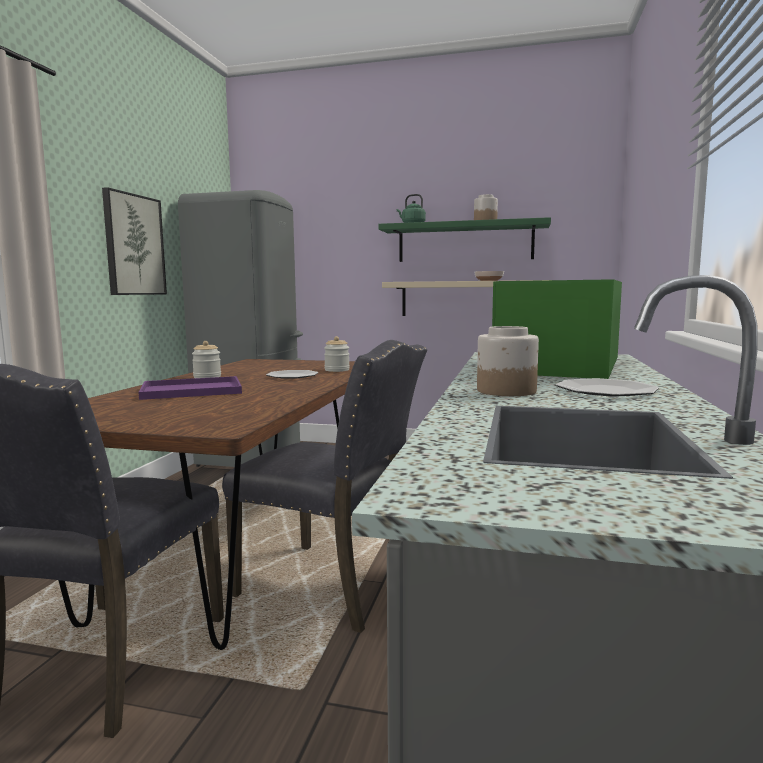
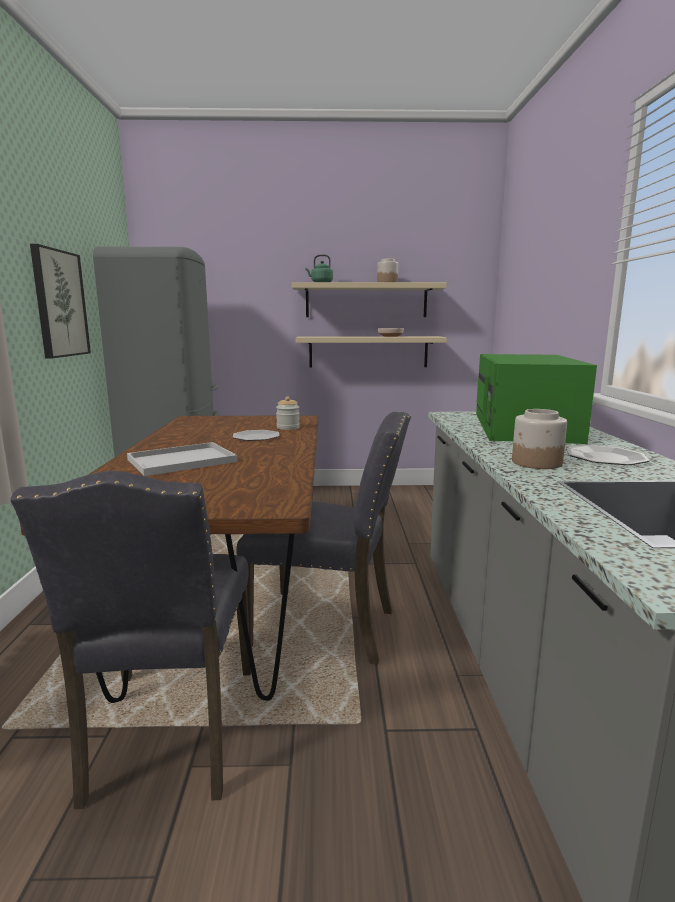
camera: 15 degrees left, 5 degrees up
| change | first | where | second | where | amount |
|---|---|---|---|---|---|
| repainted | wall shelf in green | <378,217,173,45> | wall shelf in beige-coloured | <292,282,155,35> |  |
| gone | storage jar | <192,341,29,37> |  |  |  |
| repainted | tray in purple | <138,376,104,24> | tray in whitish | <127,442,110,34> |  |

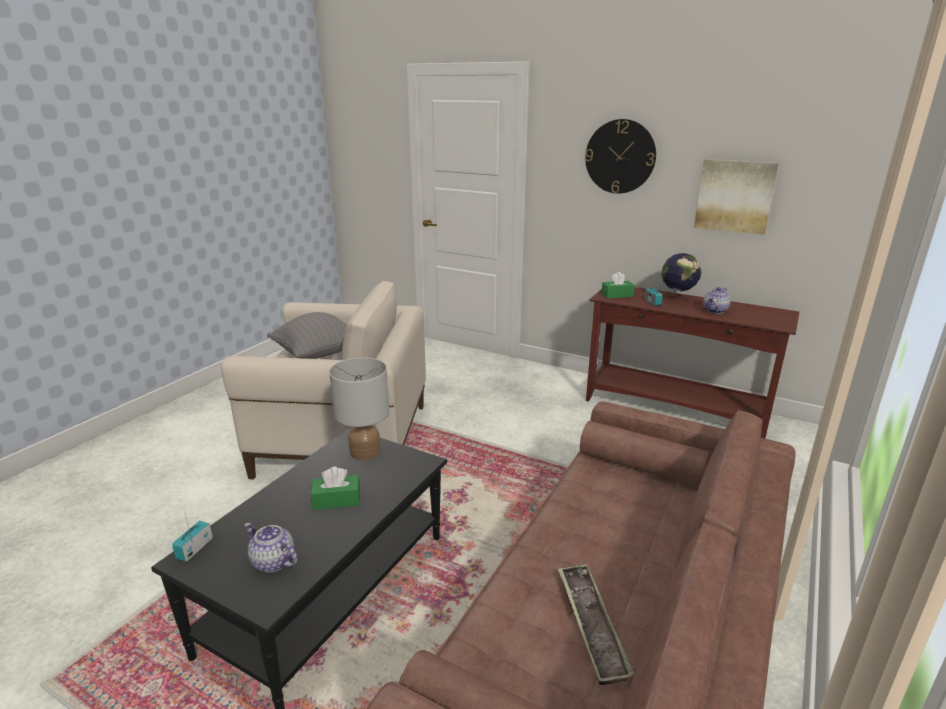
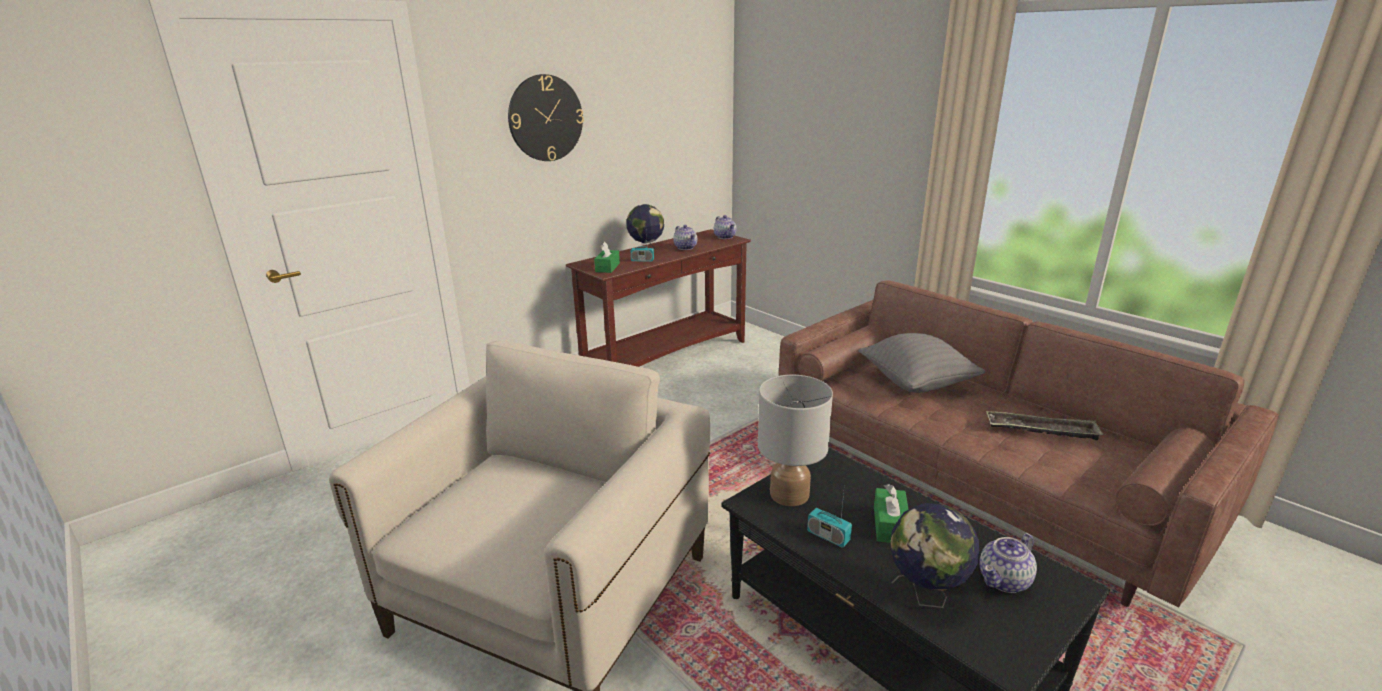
camera: 70 degrees left, 0 degrees up
| change | first | where | second | where | amount |
|---|---|---|---|---|---|
| gone | wall art | <694,159,85,76> |  |  |  |
| shifted | pillow in greyish | <267,312,80,47> |  | <858,333,128,60> |  |
| shifted | radio receiver | <172,510,41,52> |  | <807,492,45,56> |  |
| new |  |  | pot for tea | <714,215,22,24> |  |
| new |  |  | globe | <891,503,88,105> |  |

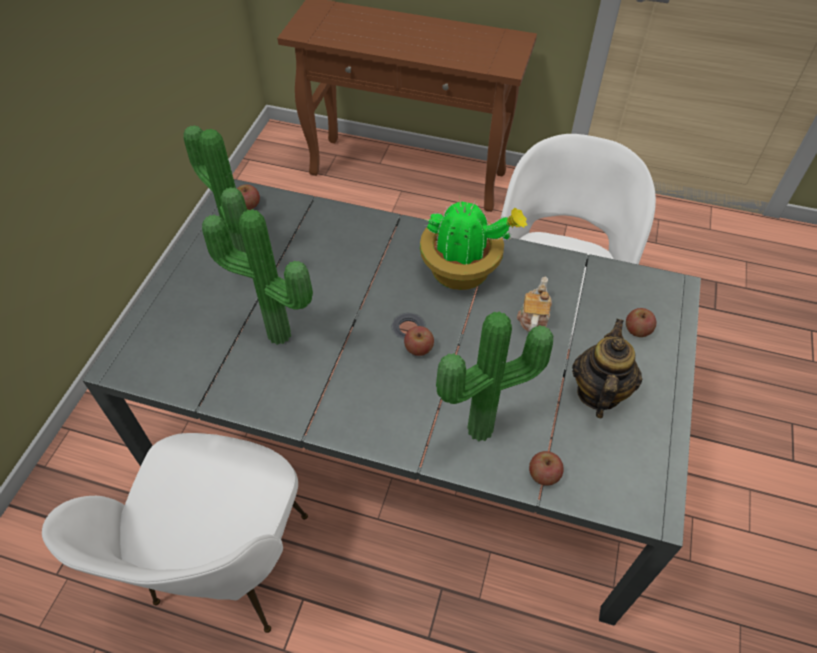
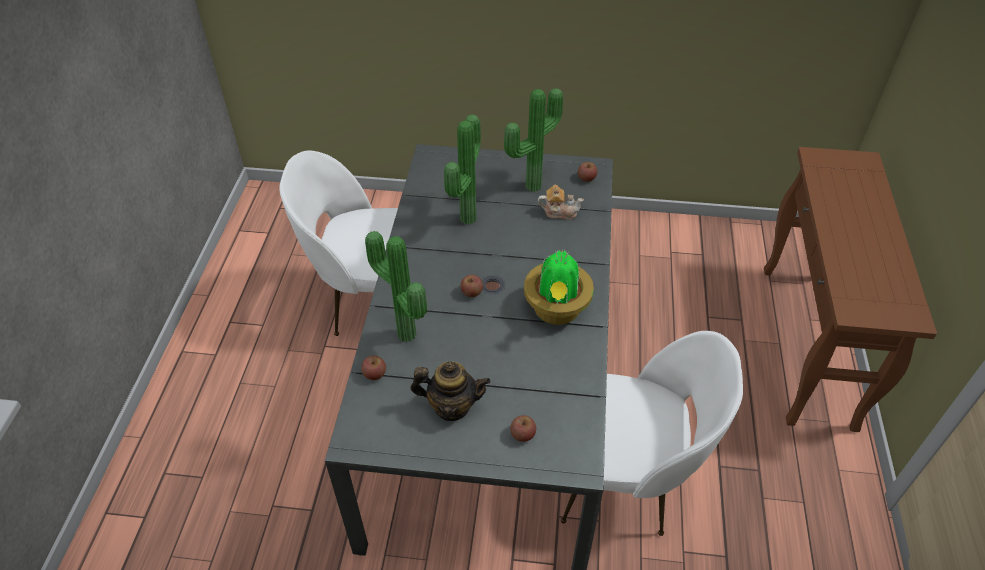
camera: 80 degrees right, 5 degrees down
| change | first | where | second | where | amount |
|---|---|---|---|---|---|
| shifted | pot for tea | <517,277,35,55> |  | <538,185,46,34> |  |

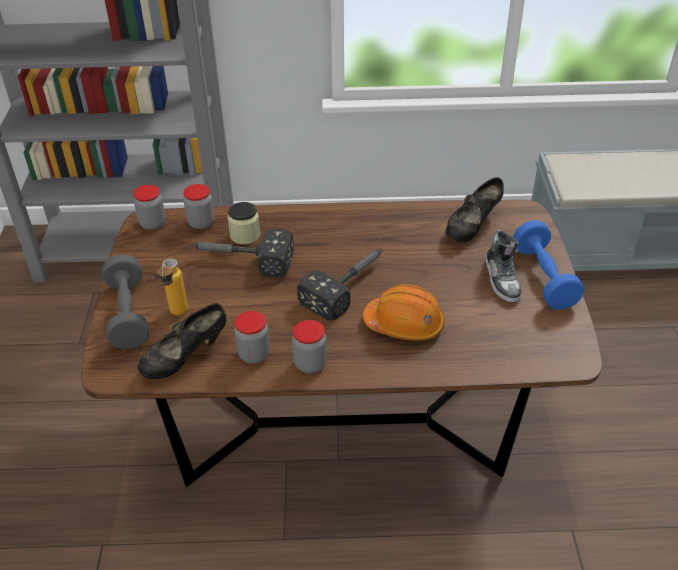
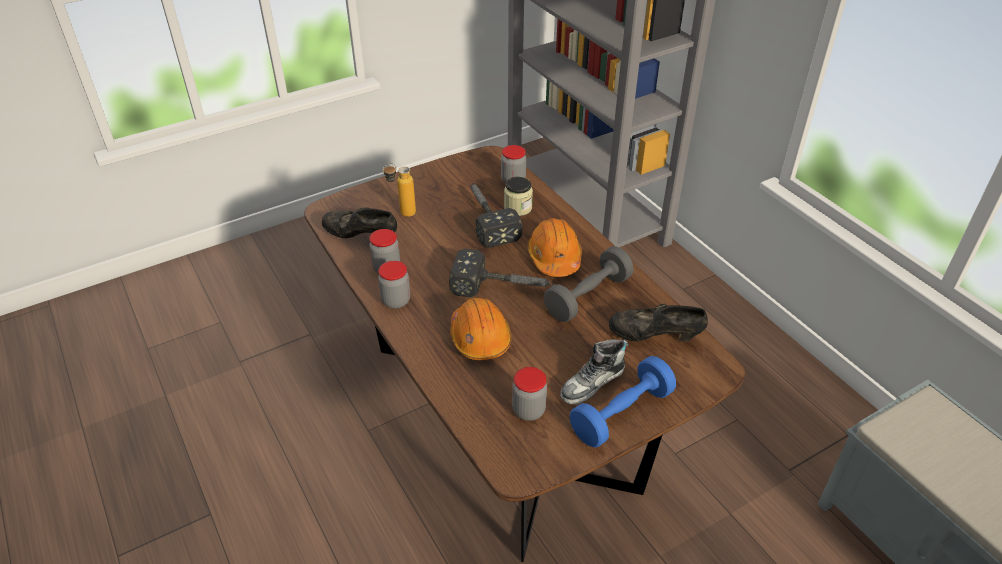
camera: 60 degrees right, 0 degrees up
| change | first | where | second | where | amount |
|---|---|---|---|---|---|
| shifted | storage jar | <133,185,33,45> |  | <512,367,35,54> |  |
| shifted | hand weight in greyish | <102,255,47,94> |  | <544,246,90,76> |  |
| new |  |  | safety helmet in orange | <528,218,54,59> |  |

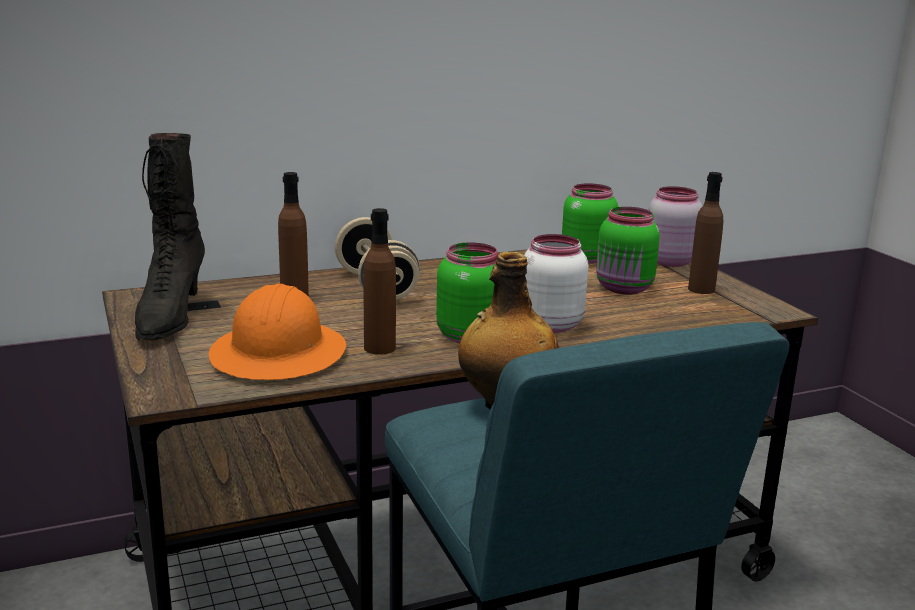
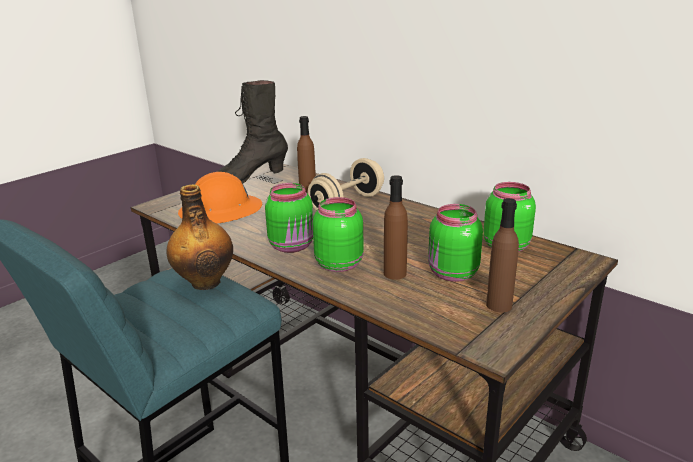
camera: 65 degrees right, 5 degrees up
| change | first | where | second | where | amount |
|---|---|---|---|---|---|
| gone | storage jar in pink | <648,186,54,81> |  |  |  |
| shifted | beverage bottle in brown | <364,208,32,147> |  | <384,175,24,105> |  |
| repainted | storage jar in whitish | <524,234,64,99> | storage jar in green | <313,197,51,75> |  |

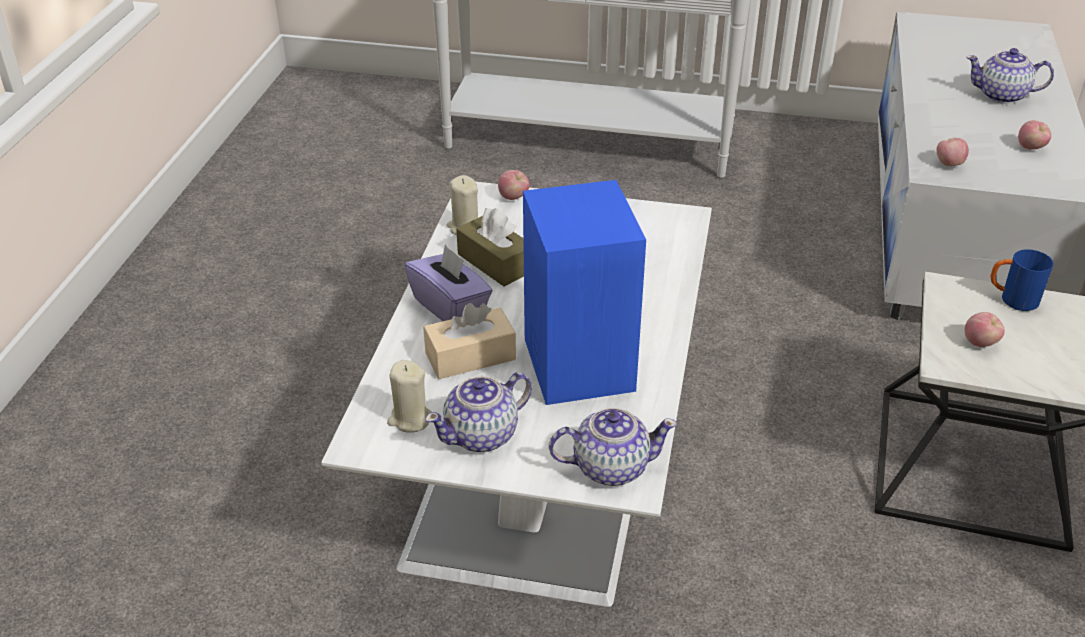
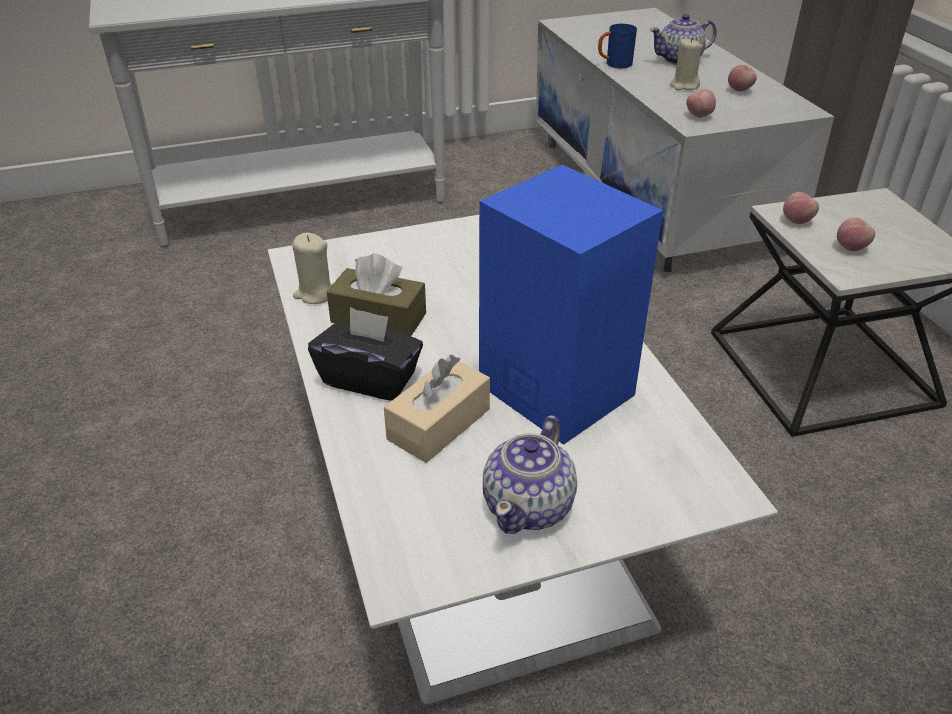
camera: 30 degrees left, 0 degrees up
| change | first | where | second | where | amount |
|---|---|---|---|---|---|
| shifted | apple fruit | <498,170,32,30> |  | <783,192,36,32> |  |
| repainted | tissue holder in purple | <405,244,88,77> | tissue holder in black | <308,307,115,94> |  |
| shifted | tea mug in bluish | <991,249,63,62> |  | <598,24,39,44> |  |
| shifted | wax light in beige-coloured | <387,360,45,73> |  | <670,38,33,52> |  |
| gone | pot for tea | <549,408,128,78> |  |  |  |

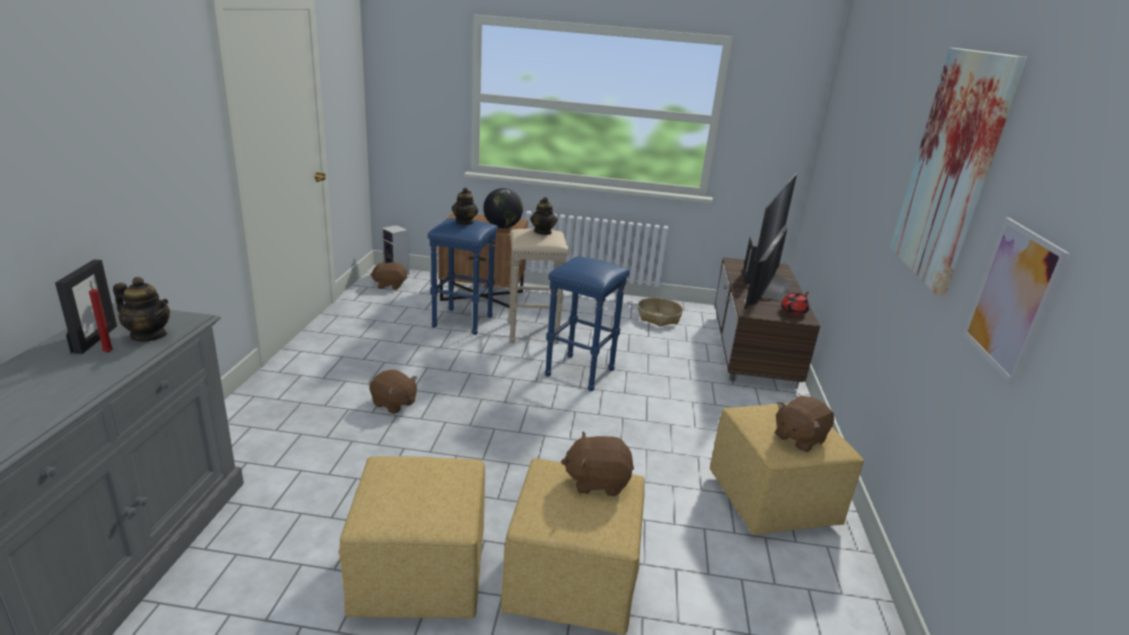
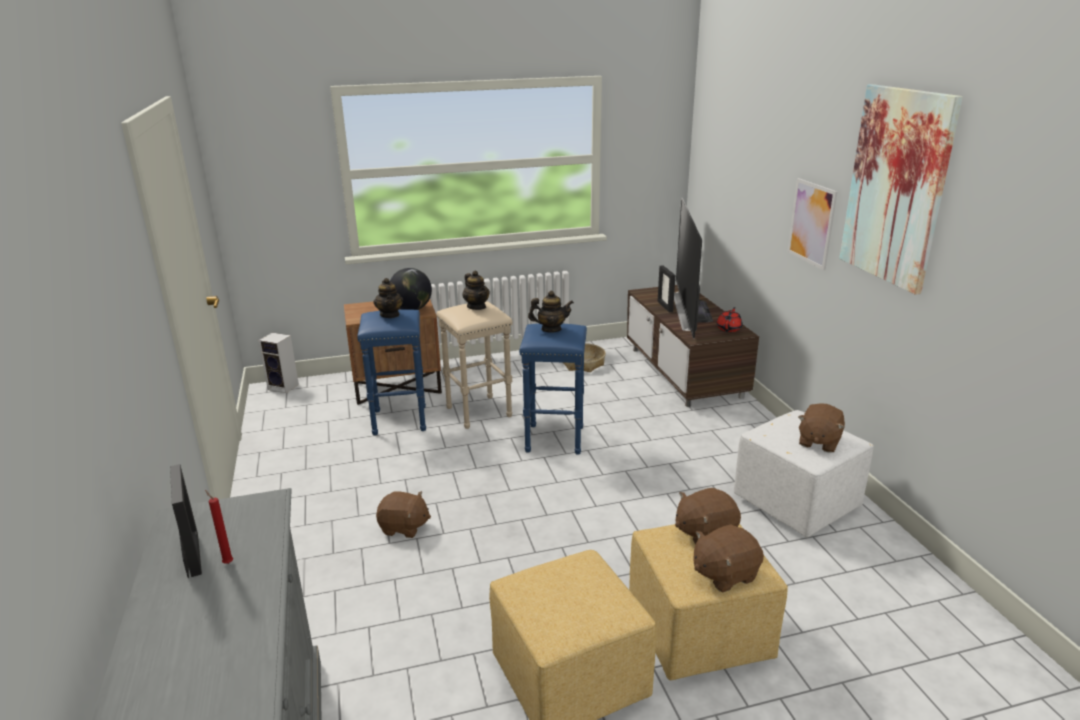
camera: 20 degrees left, 0 degrees up
| change | first | where | second | where | amount |
|---|---|---|---|---|---|
| shifted | wall art | <963,217,107,168> |  | <787,178,50,92> |  |
| shifted | soft toy in brown | <370,262,37,28> |  | <694,525,70,67> |  |
| shifted | pot for tea | <113,277,57,64> |  | <528,291,46,42> |  |
| repainted | pouffe in yellowish | <710,403,154,132> | pouffe in whitish | <734,410,140,127> |  |

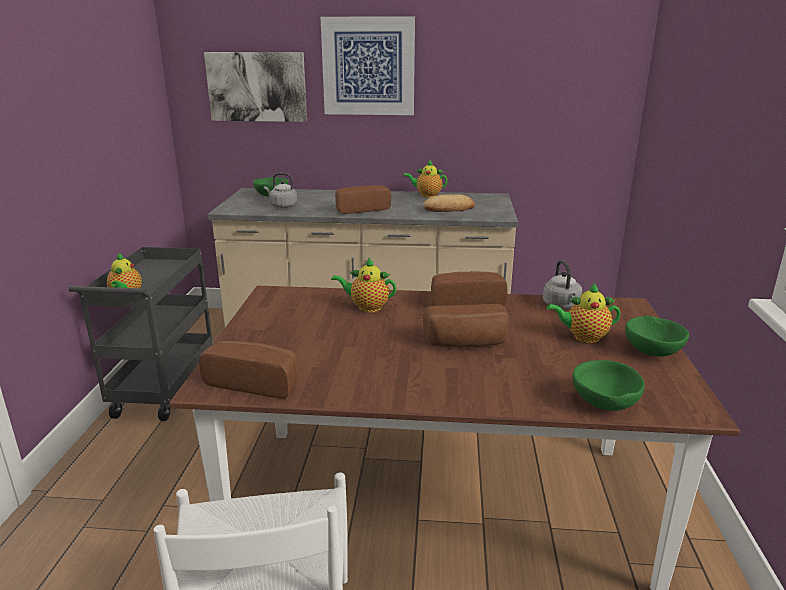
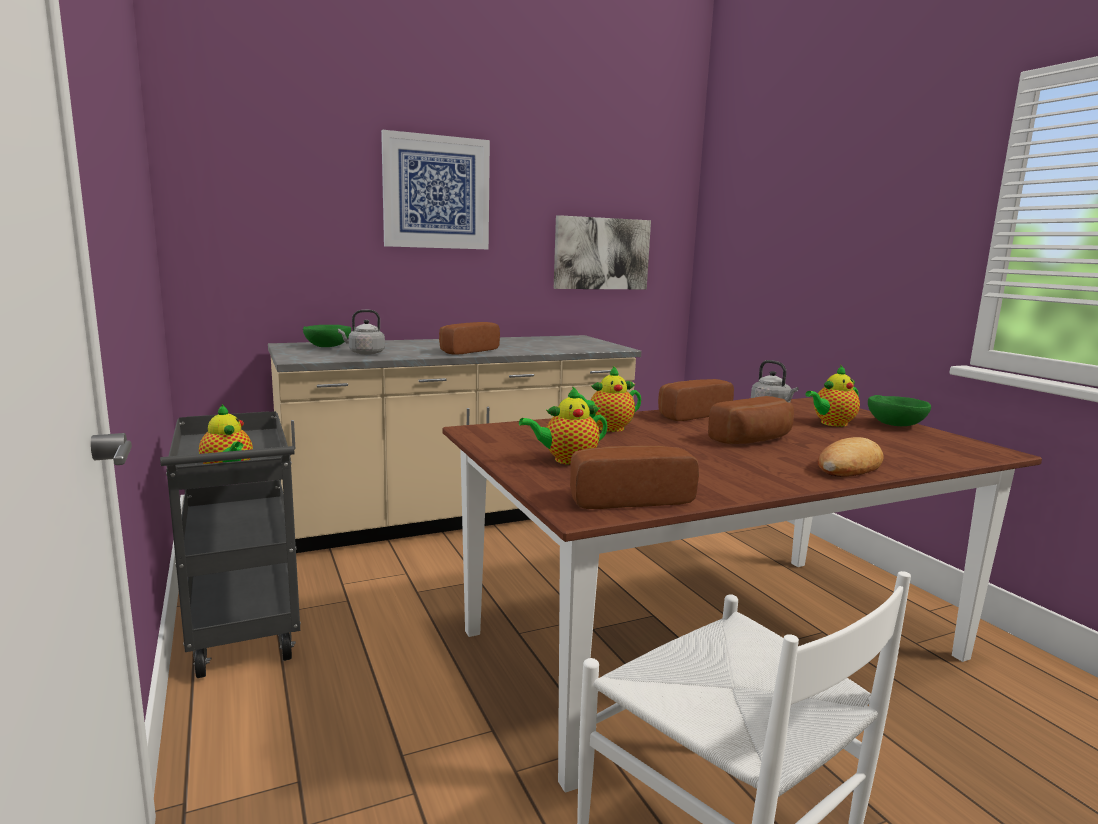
camera: 30 degrees left, 10 degrees down
| change | first | where | second | where | amount |
|---|---|---|---|---|---|
| shifted | wall art | <204,52,103,70> |  | <554,215,97,74> |  |
| shifted | pot for tea | <403,160,45,38> |  | <519,386,89,79> |  |
| shifted | bread | <423,194,52,18> |  | <818,437,66,40> |  |
| gone | deep dish in green | <572,360,73,51> |  |  |  |

